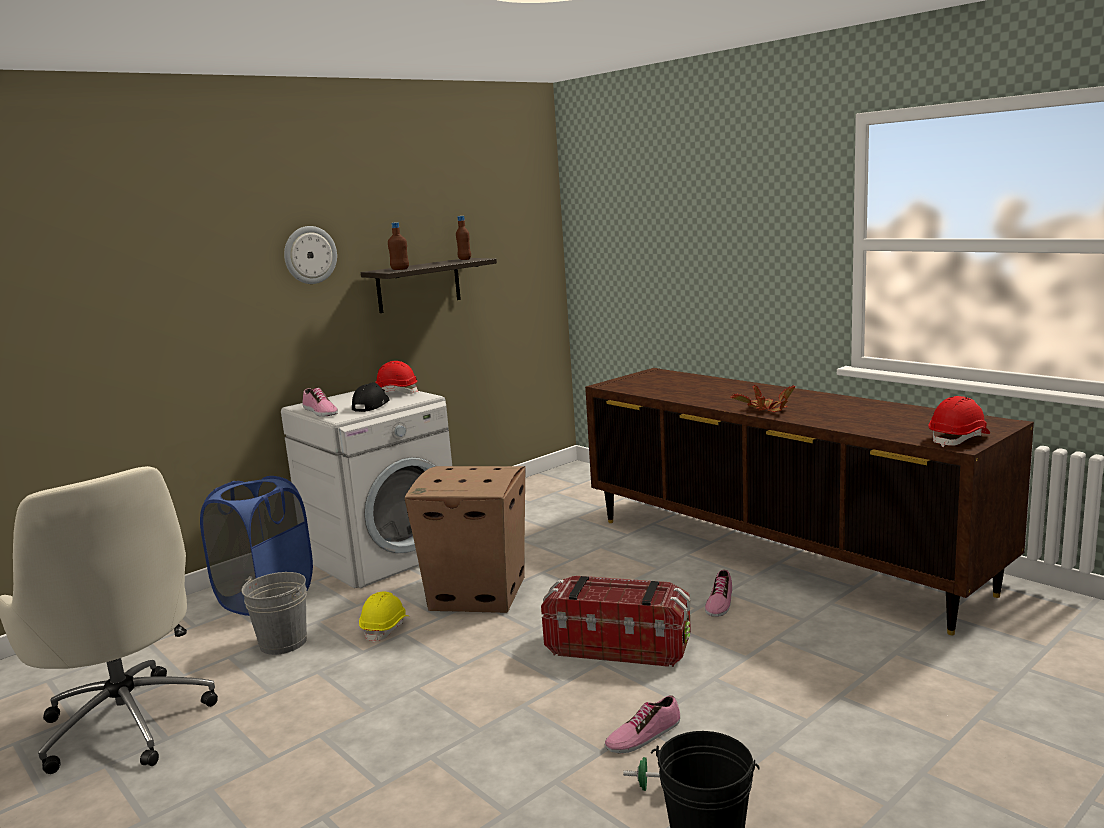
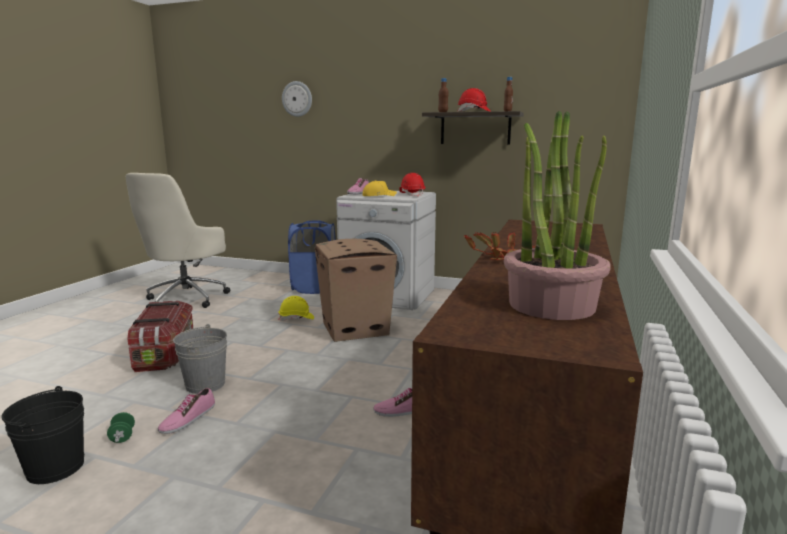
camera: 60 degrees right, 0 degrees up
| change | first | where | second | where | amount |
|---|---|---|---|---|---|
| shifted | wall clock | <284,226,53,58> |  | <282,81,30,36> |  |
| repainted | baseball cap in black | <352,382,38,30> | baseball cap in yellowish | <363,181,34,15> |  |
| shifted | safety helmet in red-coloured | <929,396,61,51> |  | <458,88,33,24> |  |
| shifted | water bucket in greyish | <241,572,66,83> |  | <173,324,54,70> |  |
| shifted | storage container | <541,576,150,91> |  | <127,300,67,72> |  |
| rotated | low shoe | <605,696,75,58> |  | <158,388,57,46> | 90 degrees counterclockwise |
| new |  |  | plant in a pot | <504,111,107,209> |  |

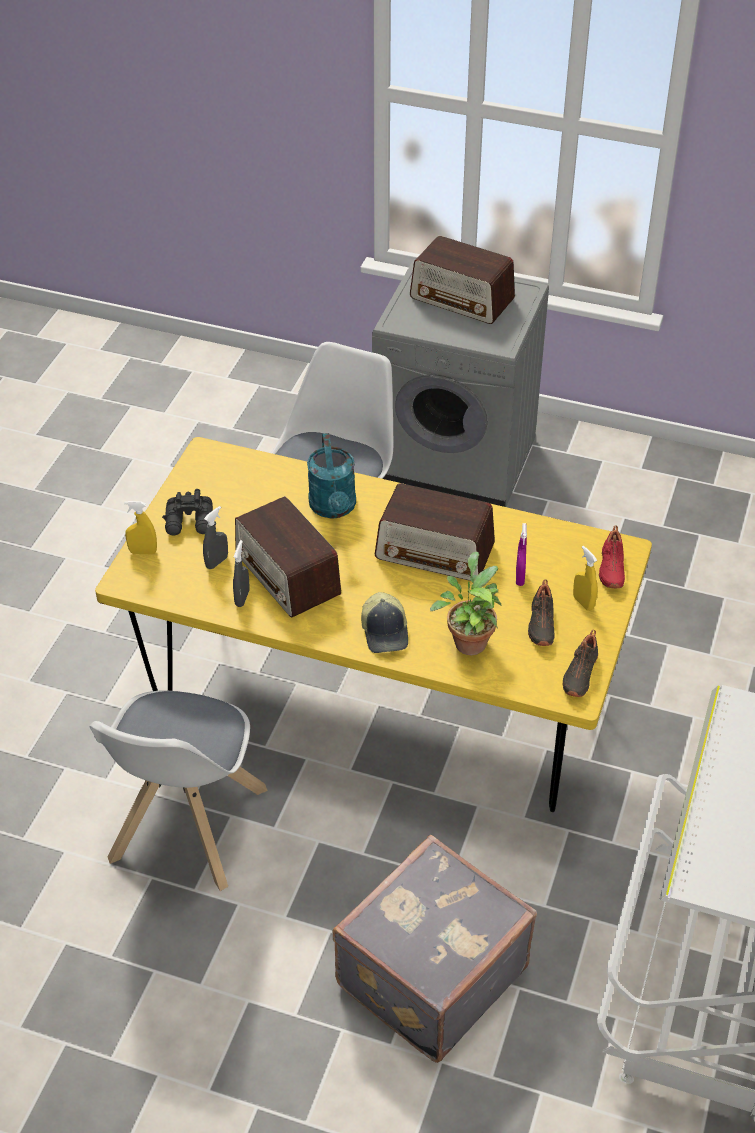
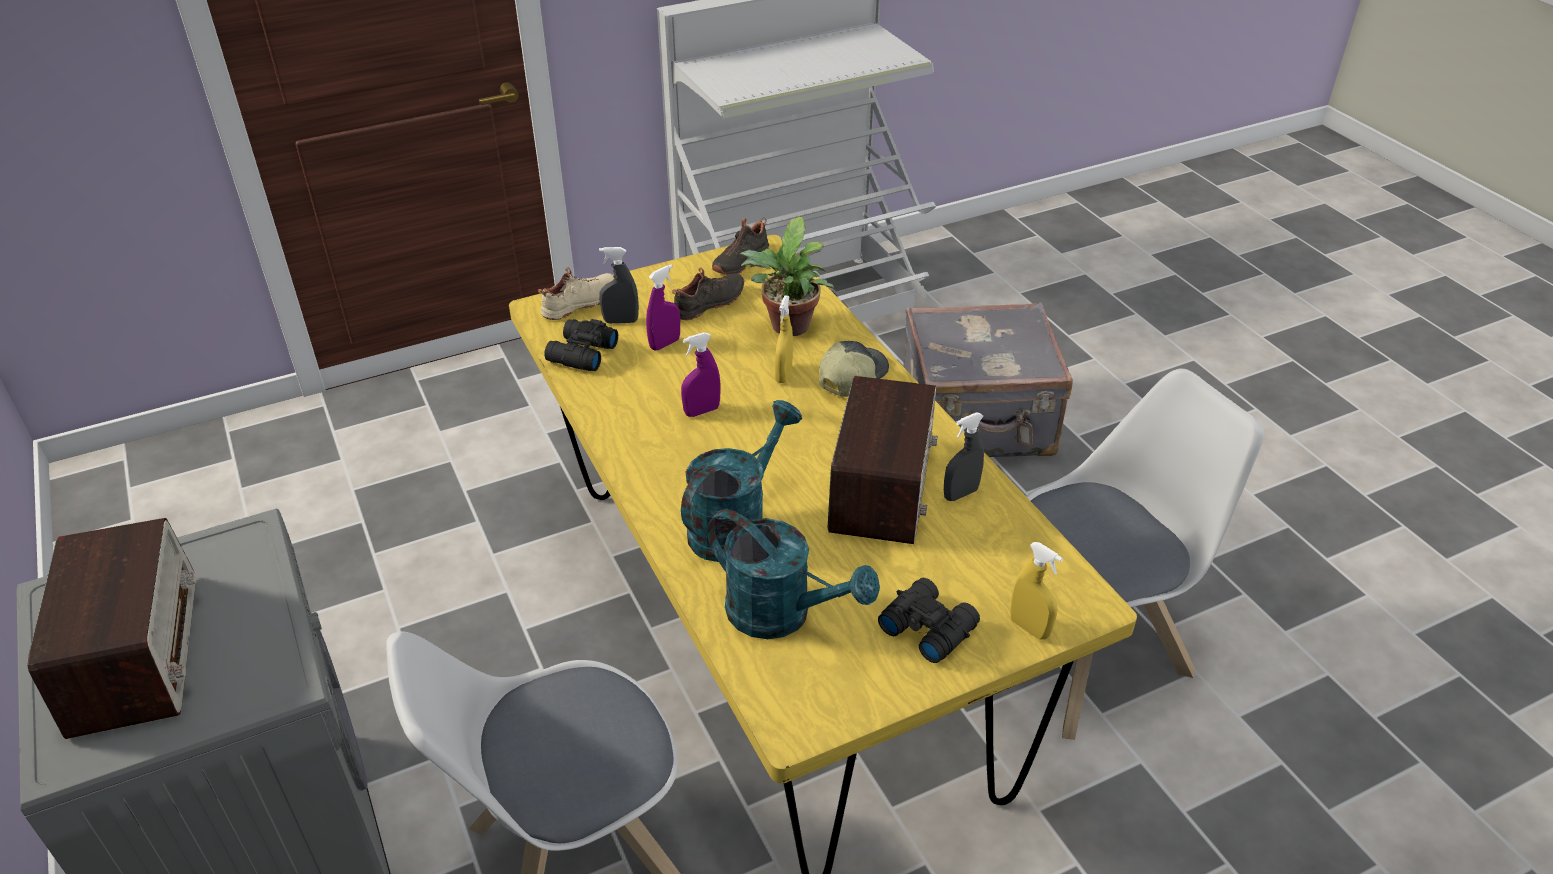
camera: 135 degrees left, 5 degrees down
| change | first | where | second | where | amount |
|---|---|---|---|---|---|
| swapped | radio receiver | <375,483,120,98> | sprayer in purple | <681,332,39,85> |  |
| shifted | sprayer in greyish | <203,506,25,63> |  | <599,247,40,77> |  |
| repainted | low shoe in red-coloured | <599,525,26,63> | low shoe in beige-coloured | <538,267,76,53> |  |
| shifted | sprayer in yellowish | <573,546,24,65> |  | <775,296,18,87> |  |
| rotated | low shoe in black | <562,630,36,67> |  | <712,218,57,57> | 150 degrees clockwise |
| new |  |  | field glasses in black | <544,319,74,52> |  |
| new |  |  | watering pot in blue-green | <707,509,173,130> |  |

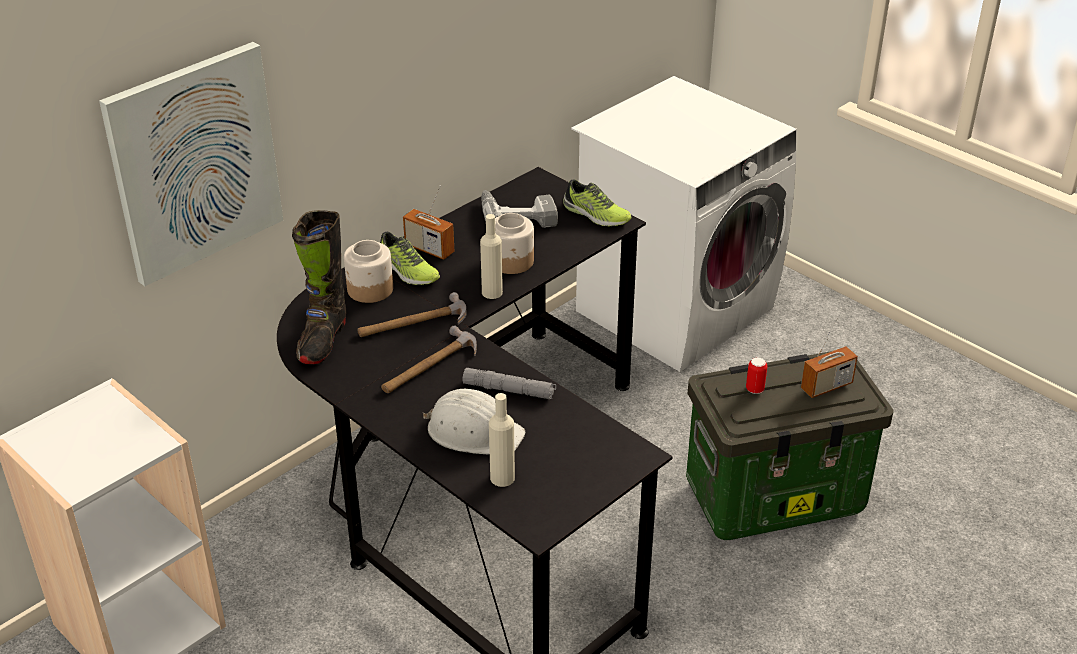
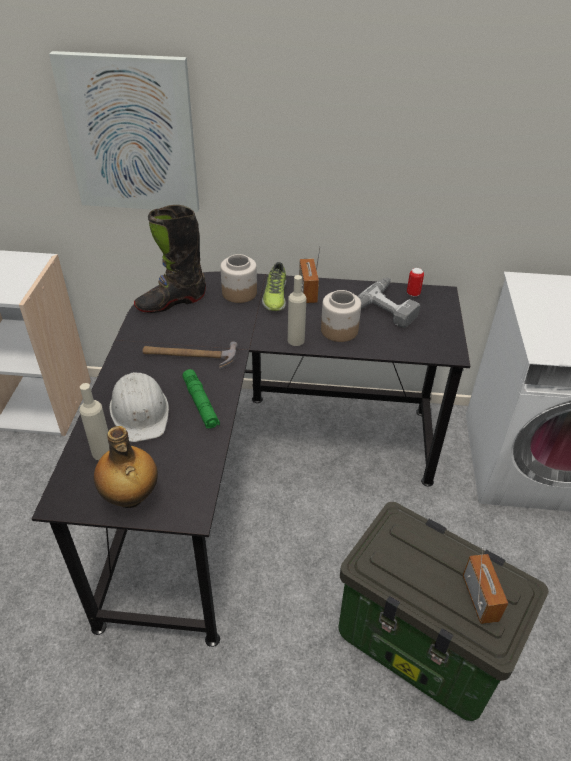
camera: 50 degrees right, 5 degrees up
| change | first | where | second | where | amount |
|---|---|---|---|---|---|
| gone | low shoe | <563,179,69,47> |  |  |  |
| gone | hammer | <357,292,110,45> |  |  |  |
| rotated | radio receiver | <801,318,57,80> |  | <463,547,45,77> | 120 degrees counterclockwise |
| shifted | sealed can | <746,358,21,36> |  | <407,268,17,29> |  |
| repainted | torch in greyish | <463,368,93,31> | torch in green | <182,369,38,60> |  |
| new |  |  | beverage bottle | <94,426,64,82> |  |

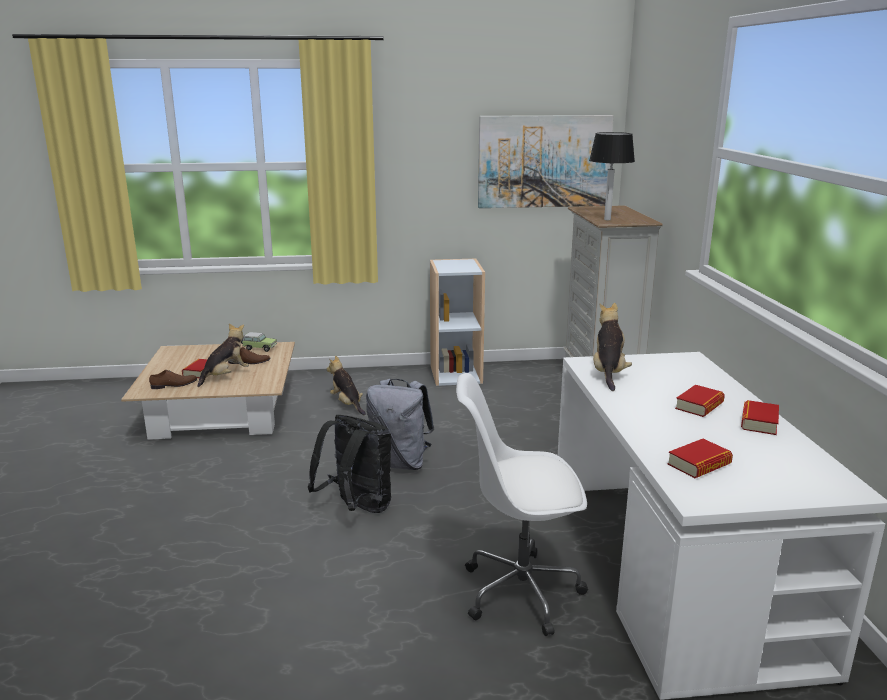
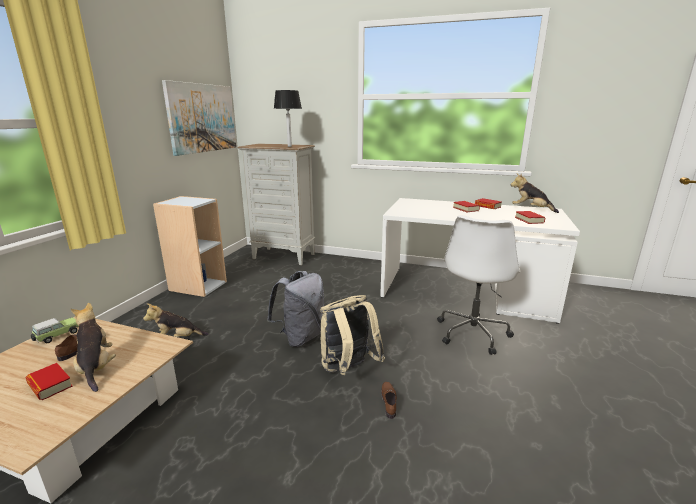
camera: 65 degrees left, 0 degrees up
| change | first | where | second | where | amount |
|---|---|---|---|---|---|
| shifted | soft toy | <593,303,39,88> |  | <511,173,48,40> |  |
| shifted | low shoe in brown | <149,370,48,19> |  | <381,382,16,37> |  |
| repainted | rucksack in black | <308,415,83,98> | rucksack in beige-coloured | <320,295,65,80> |  |

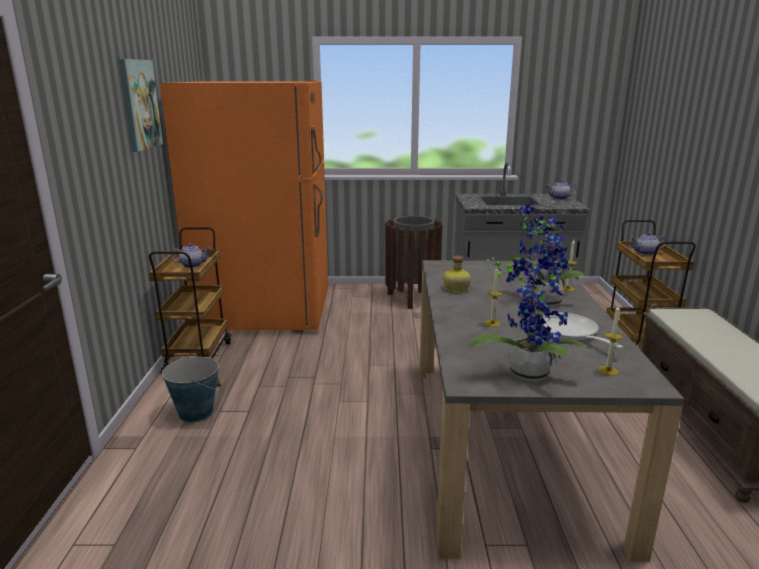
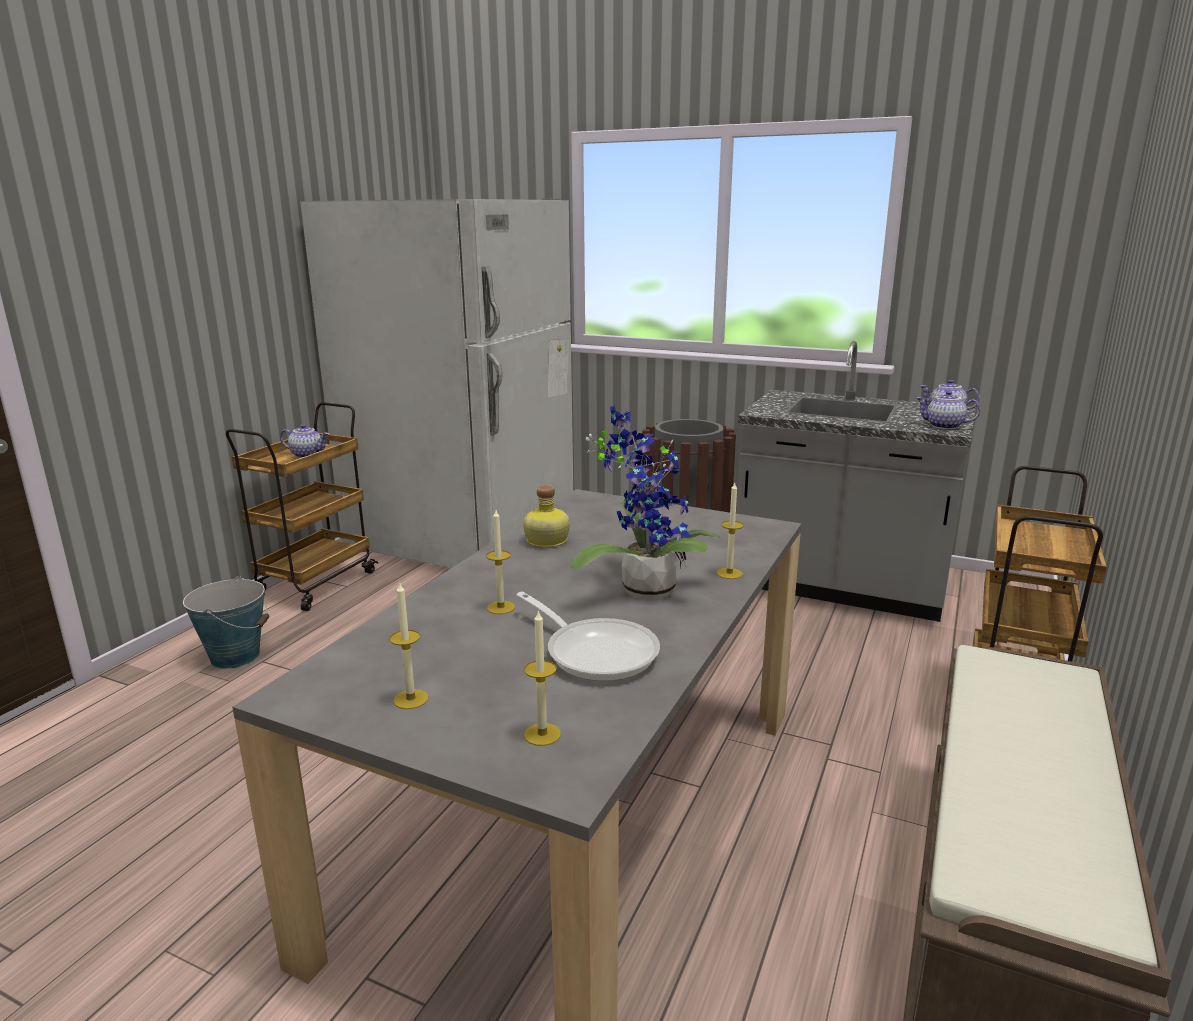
camera: 25 degrees right, 0 degrees up
| change | first | where | second | where | amount |
|---|---|---|---|---|---|
| gone | wall art | <119,59,44,93> |  |  |  |
| repainted | refrigerator in orange | <160,80,168,253> | refrigerator in whitish | <300,198,273,370> |  |
| shifted | pot for tea | <631,232,35,23> |  | <916,391,64,38> |  |
| swapped | plant in a pot | <468,240,122,142> | wax light | <389,582,40,127> |  |
| rotated | skillet | <542,313,81,36> |  | <516,592,144,90> | 135 degrees clockwise |

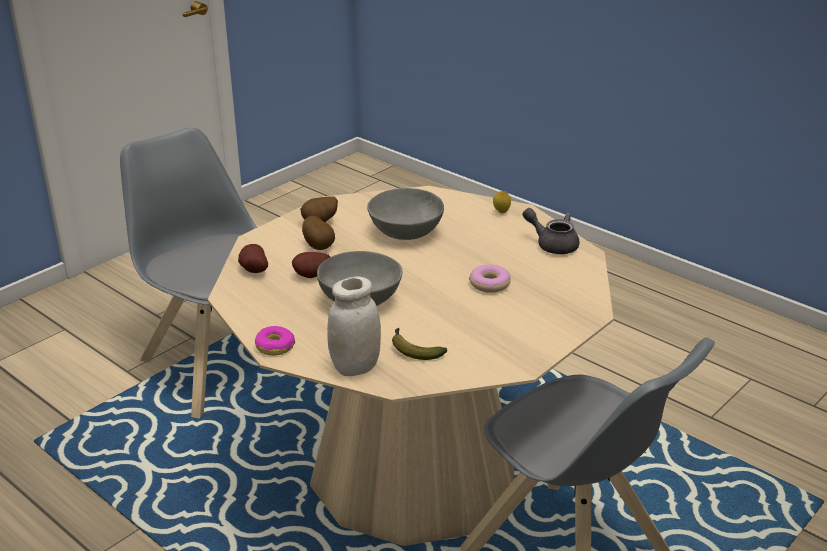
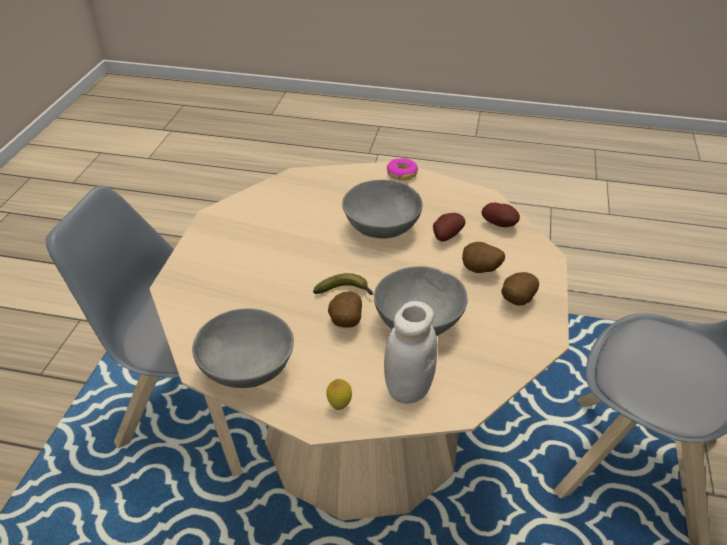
camera: 150 degrees right, 10 degrees up
| change | first | where | second | where | amount |
|---|---|---|---|---|---|
| swapped | pot for tea in greyish | <523,208,56,46> | deep dish in greyish | <192,309,102,79> |  |
| gone | doughnut | <469,264,42,29> |  |  |  |
| shifted | storage jar in whitish | <327,276,54,100> |  | <384,301,53,103> |  |
| shifted | banana | <392,328,55,32> |  | <313,273,61,22> |  |
| new |  |  | whole potato | <328,291,34,37> |  |

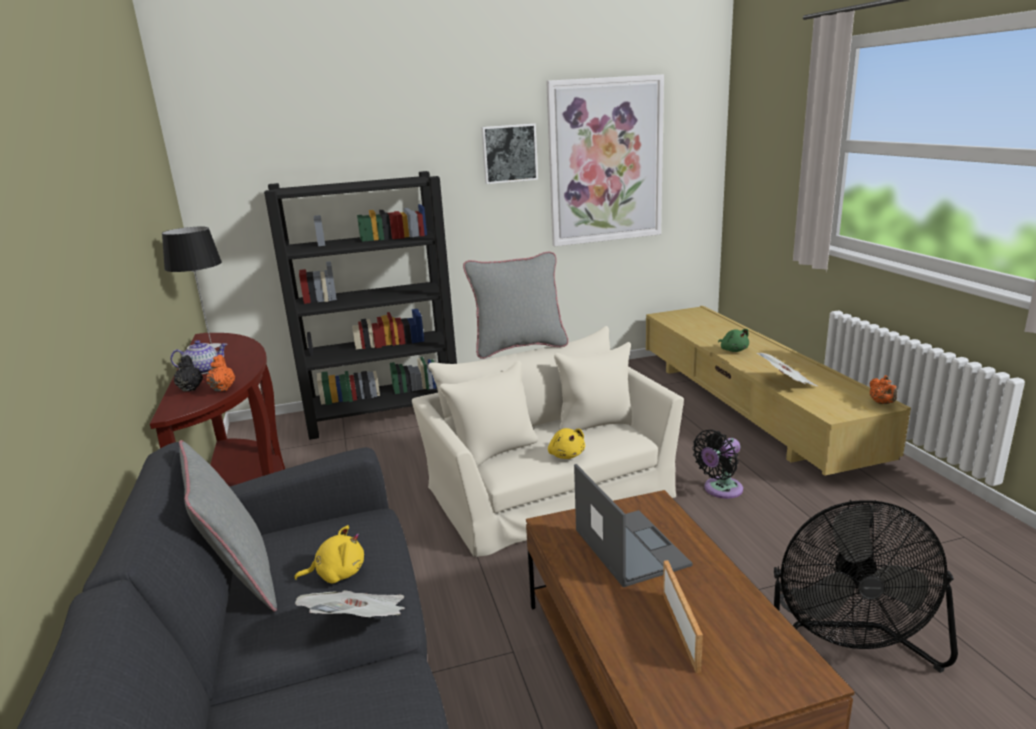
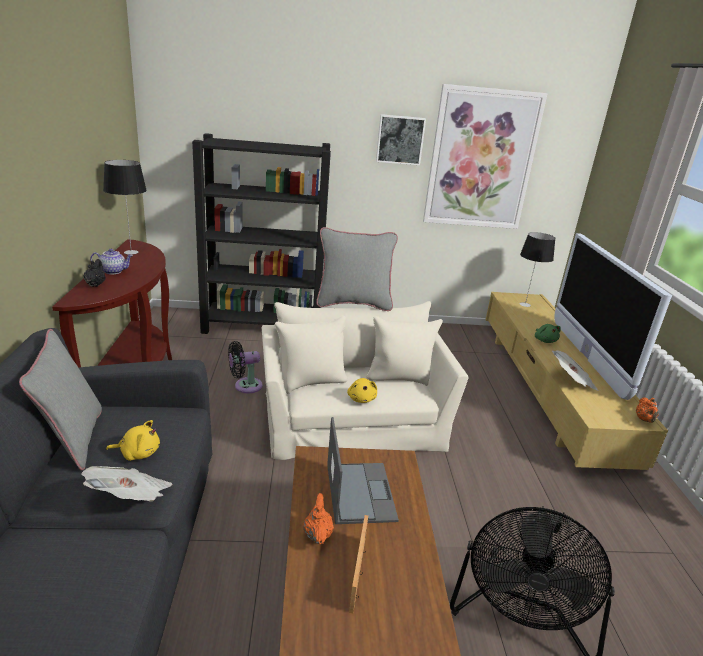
camera: 10 degrees right, 5 degrees up
| change | first | where | second | where | amount |
|---|---|---|---|---|---|
| shifted | pot for tea in orange | <206,355,29,37> |  | <303,493,31,52> |  |
| shifted | cooling fan in black | <692,430,51,69> |  | <228,341,35,52> |  |
| new |  |  | table lamp | <520,232,35,75> |  |
| new |  |  | TV set | <555,233,117,167> |  |

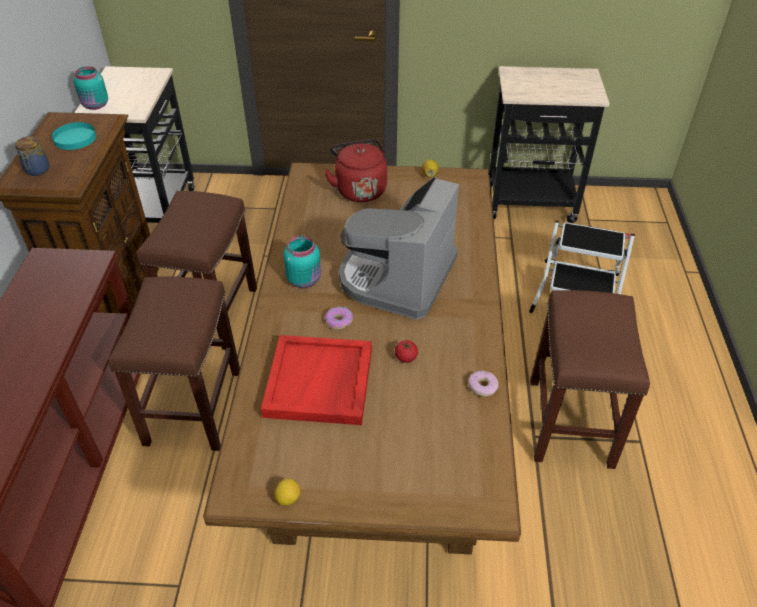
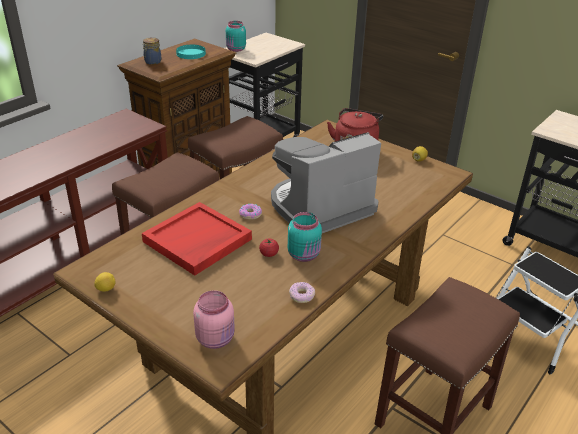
camera: 35 degrees right, 10 degrees down
| change | first | where | second | where | amount |
|---|---|---|---|---|---|
| shifted | storage jar in blue-green | <284,236,37,52> |  | <288,212,34,50> |  |
| new |  |  | storage jar in pink | <193,290,42,59> |  |

